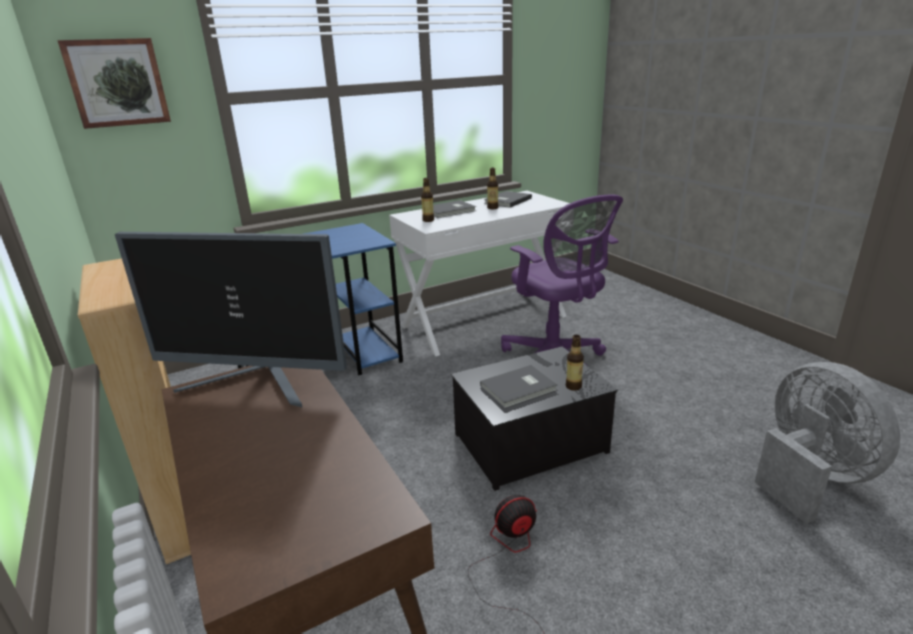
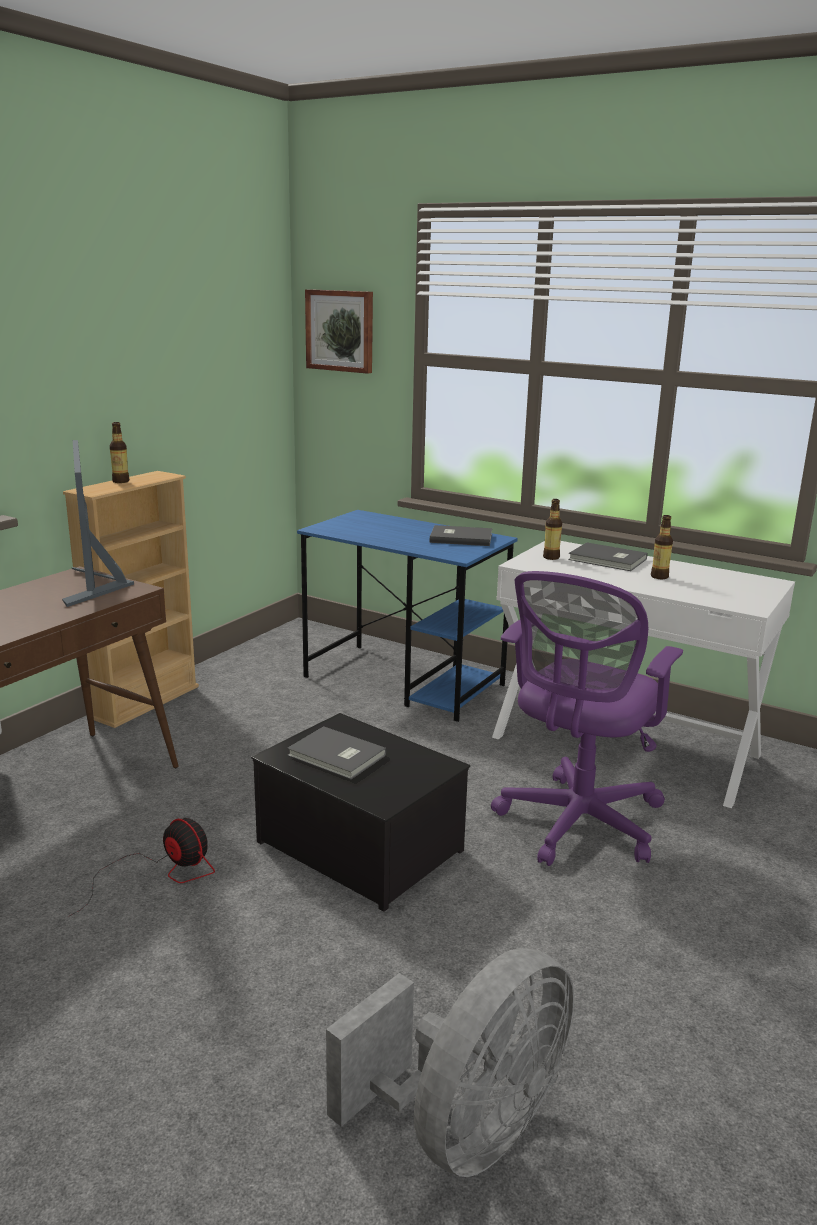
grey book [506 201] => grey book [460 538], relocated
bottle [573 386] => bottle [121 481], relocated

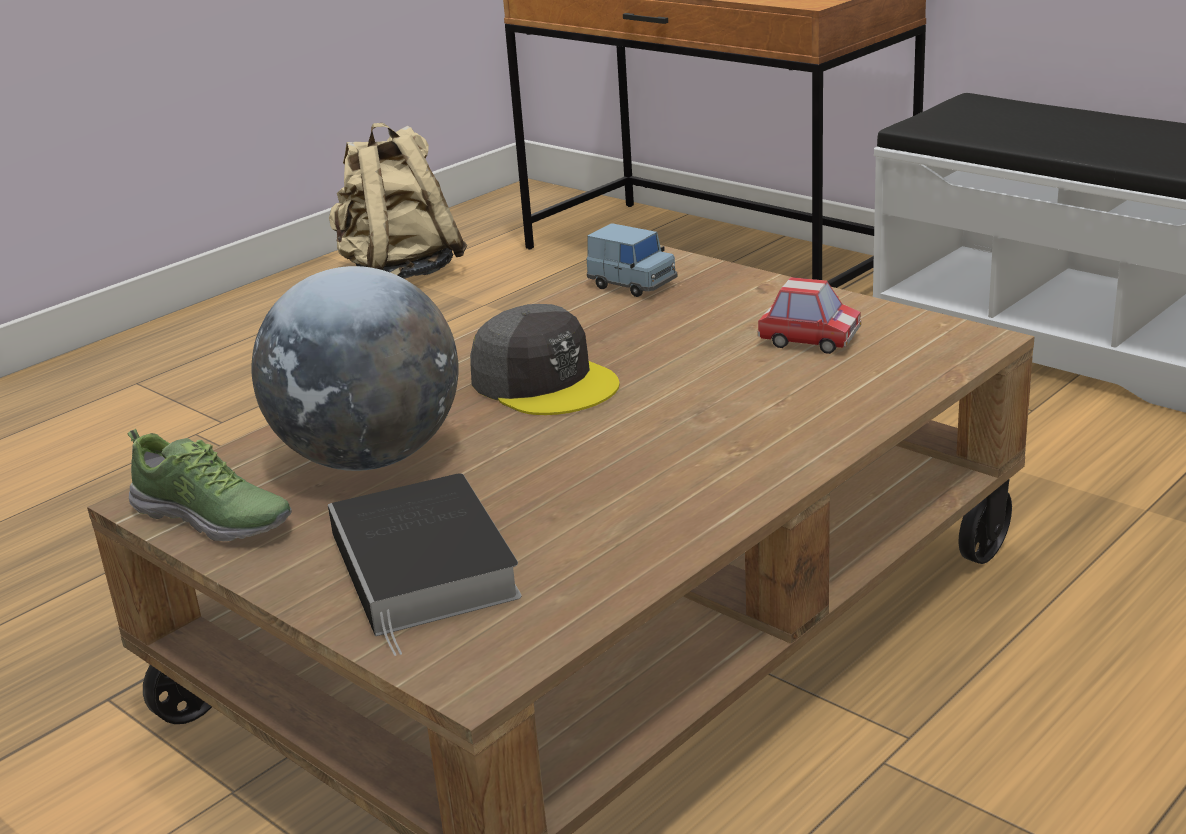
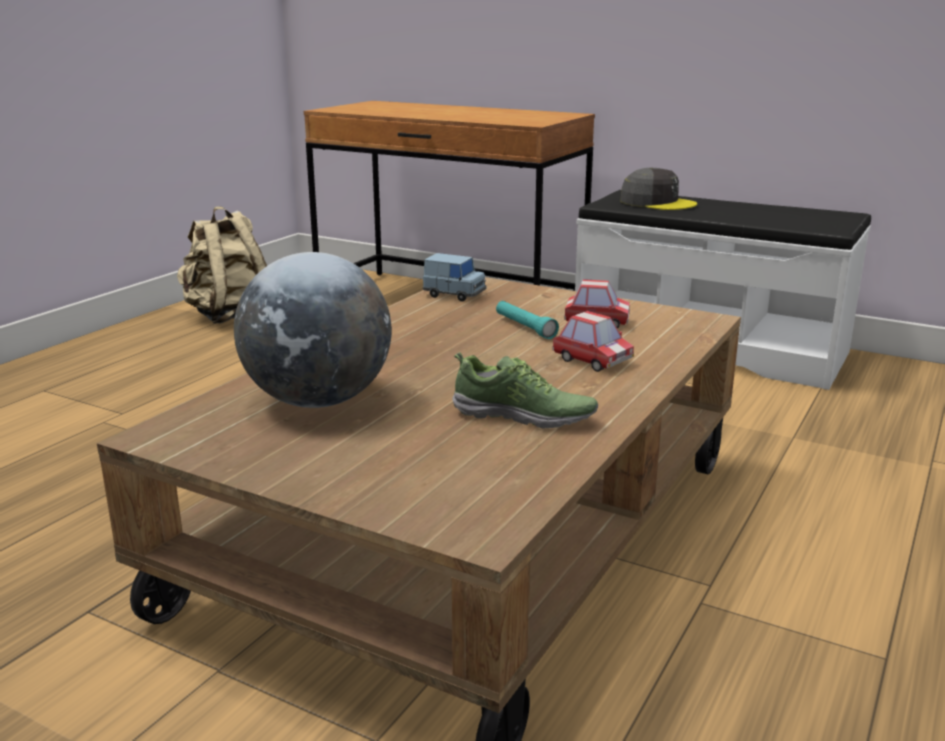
shoe [214 518] => shoe [524 416], relocated
book [427 568] => nothing
grey cap [544 382] => grey cap [657 203], relocated
nothing => turquoise flashlight [525 327]
nothing => toy car [592 360]

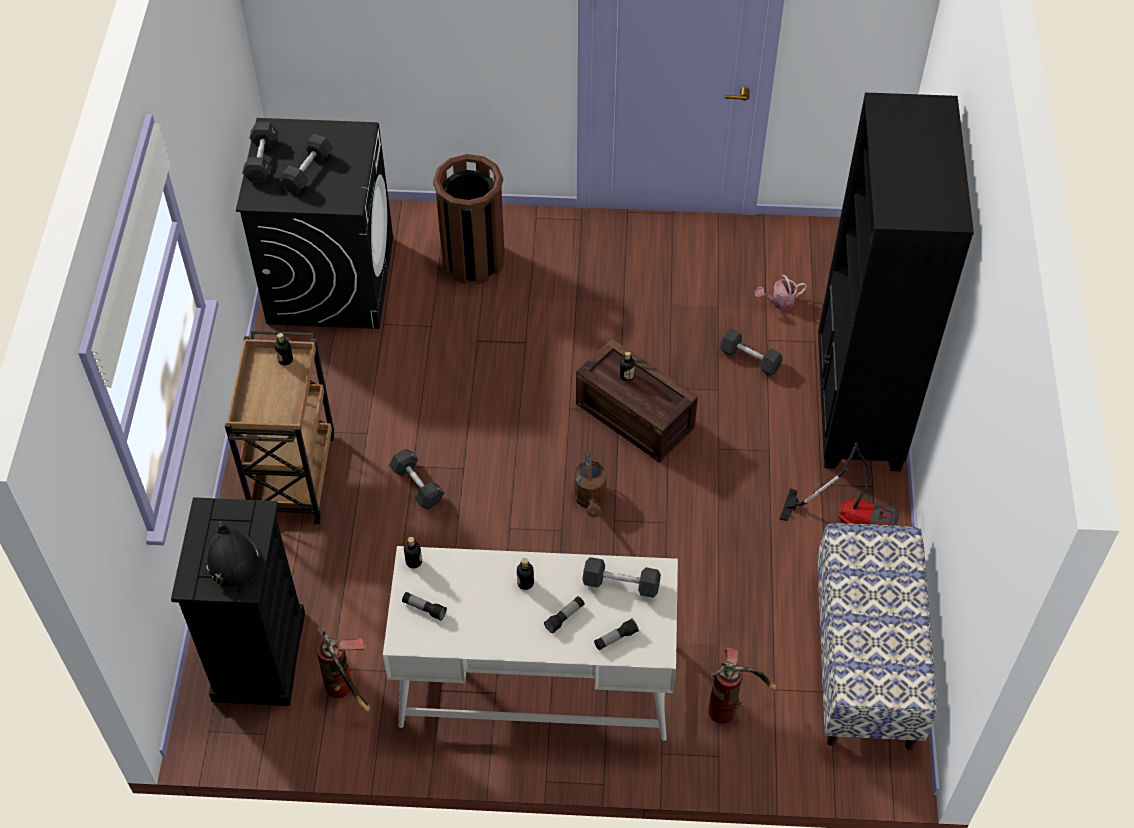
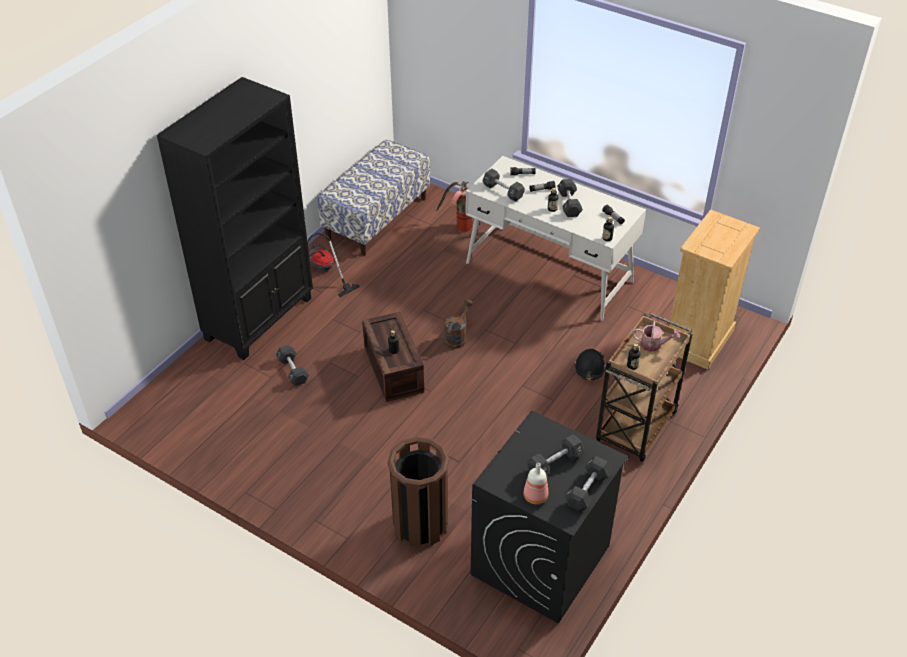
black dresser [259 656] => beige dresser [698 340]
black hard hat [232 561] => black hard hat [589 368], relocated
fire extinguisher [348 691] => nothing
black dumbbell [417 485] => black dumbbell [569 204], relocated
watering can [779 302] => watering can [653 345], relocated
nothing => bottle [536 496]

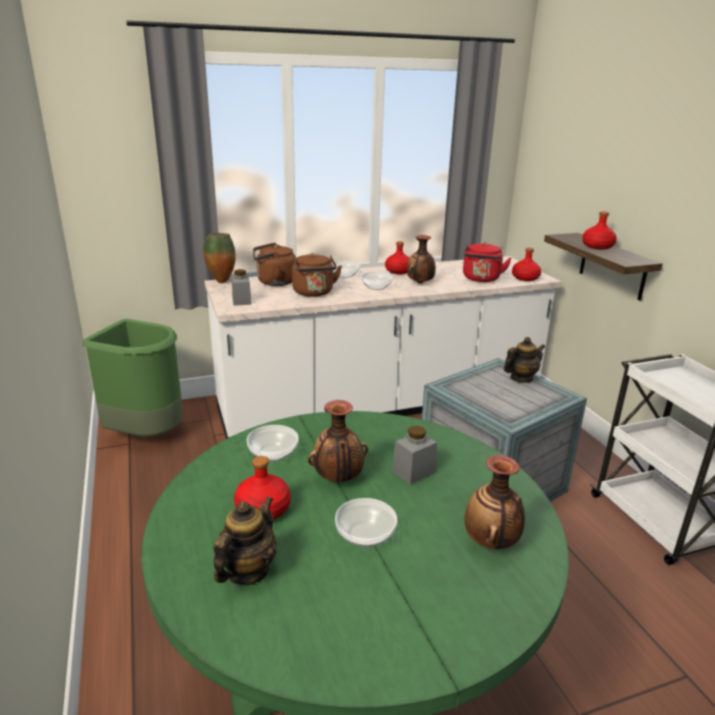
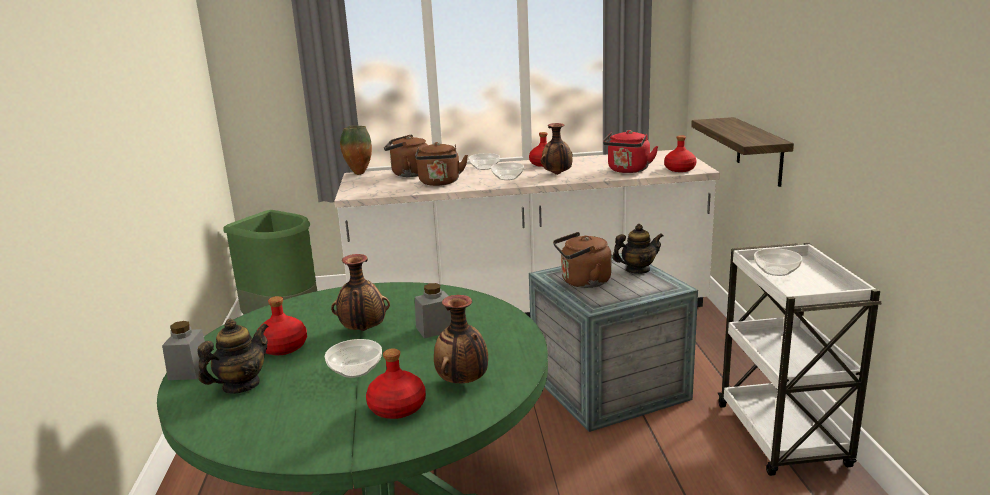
grey jar [241 301] => grey jar [189 370], relocated
bowl [273 453] => bowl [776 271], relocated
red bottle [597 246] => red bottle [397 407], relocated
nothing => brown kettle [582 282]

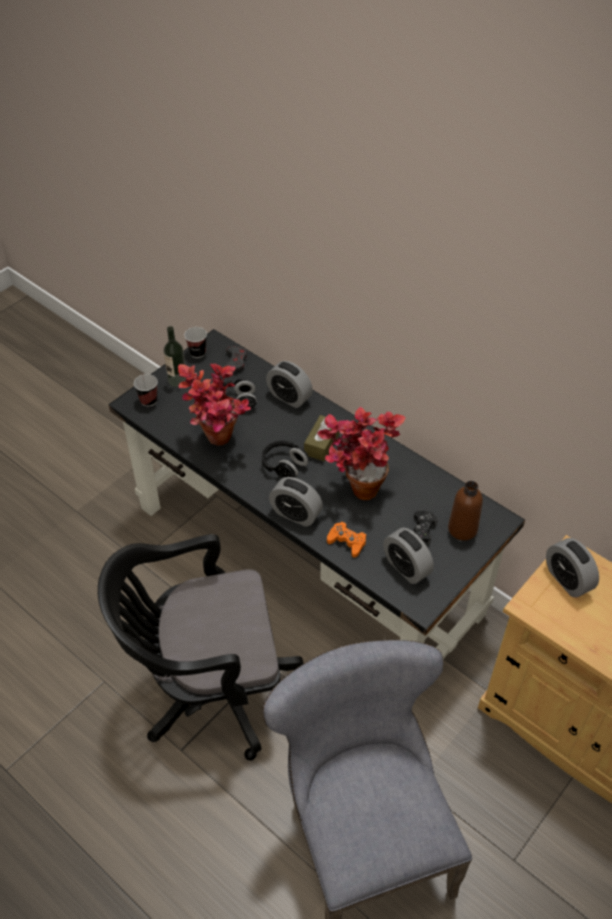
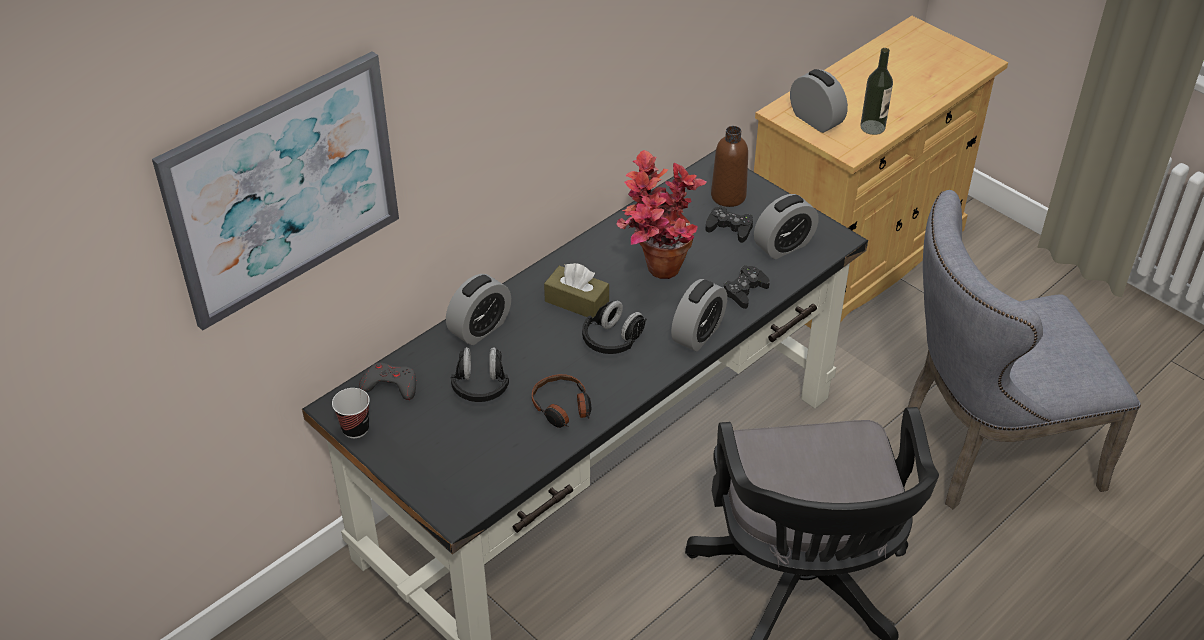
cup [148 400] => nothing
bottle [177 380] => bottle [872 127], relocated
potted plant [218 444] => headphones [562 408]
orange game controller [347 542] => black game controller [745 291]
alarm clock [567 579] => alarm clock [816 120], 105 degrees counterclockwise
nothing => picture [284 189]

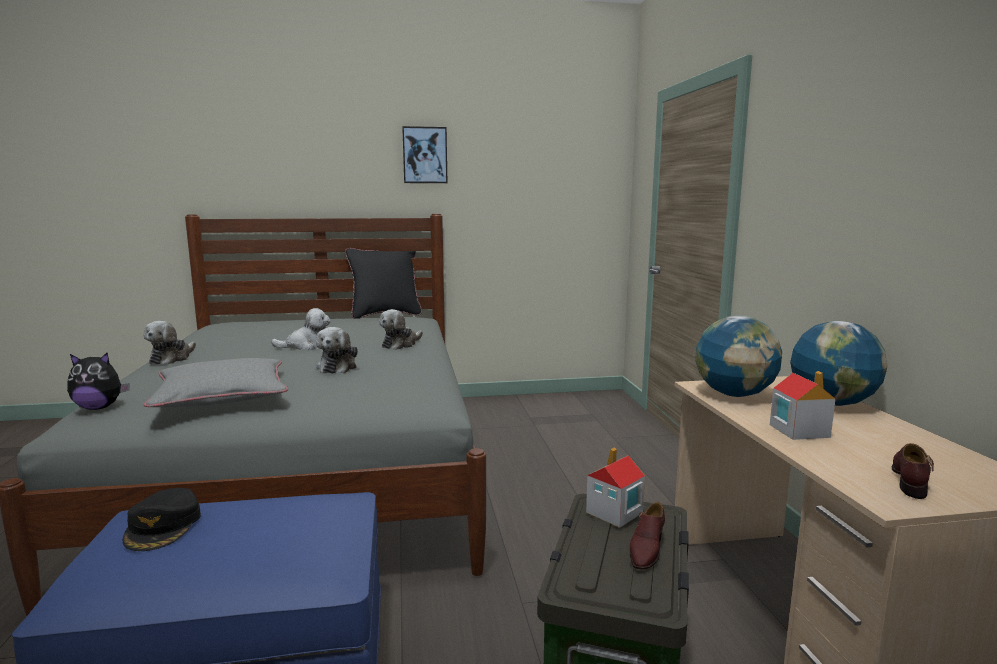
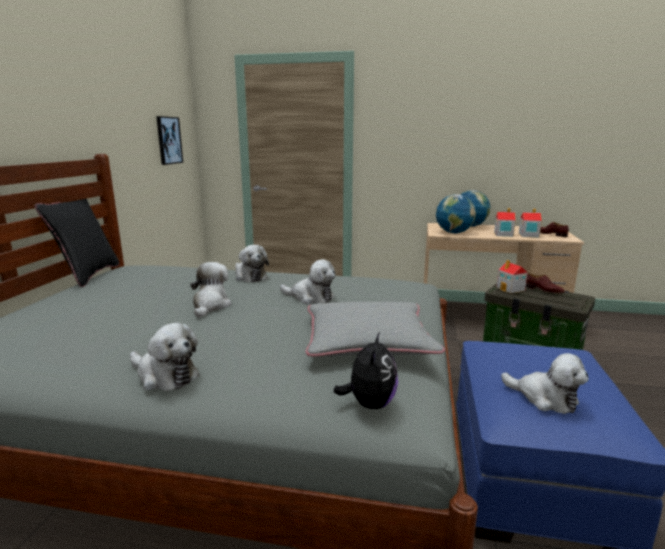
black cap [163 526] => plush toy [544 398]
picture [425 155] => picture [168 140], relocated
nothing => toy house [528 235]

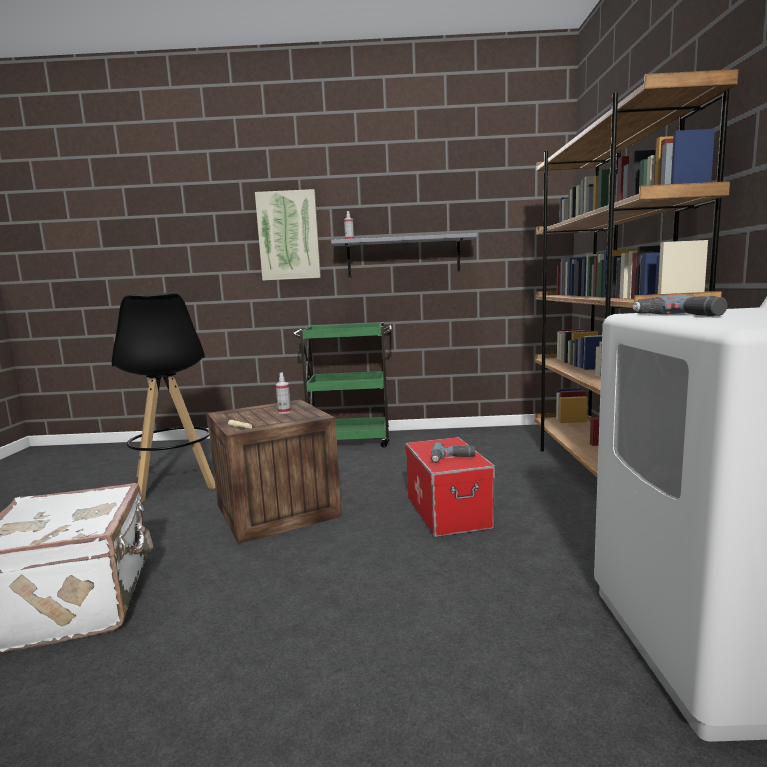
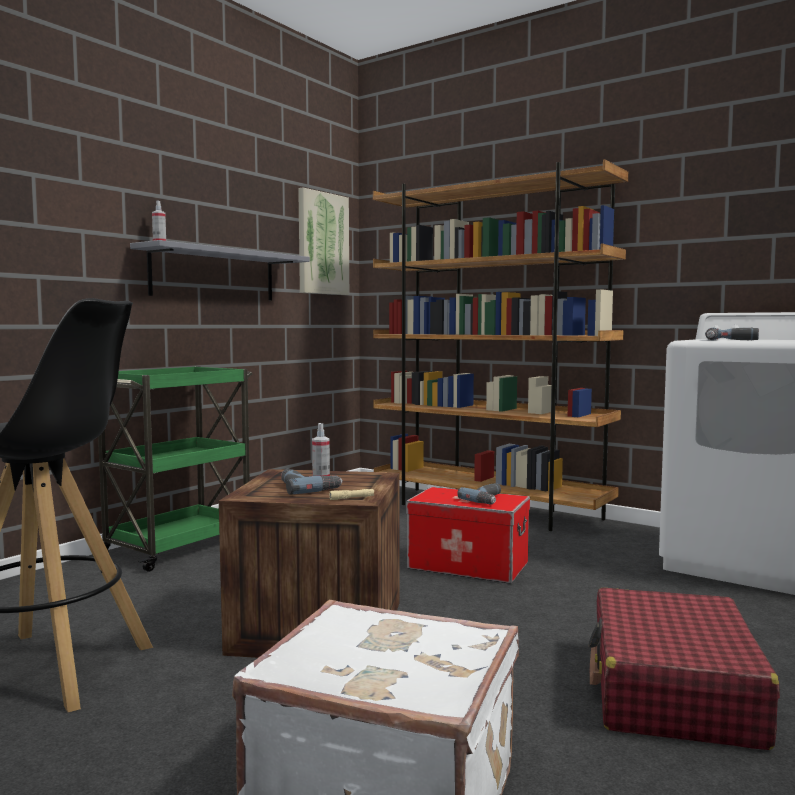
picture [288 236] => picture [322 244], relocated
nothing => power drill [307 487]
nothing => red suitcase [672 691]

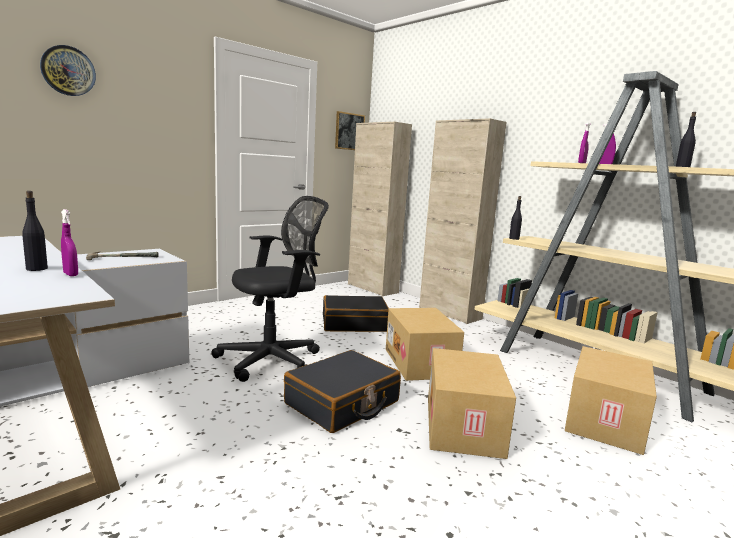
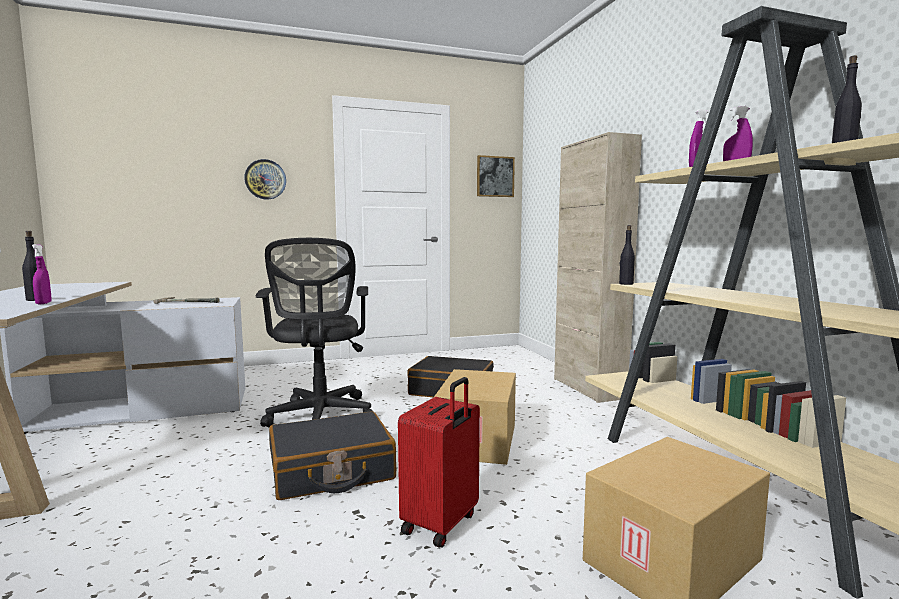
wall clock [68 71] => wall clock [265 179], relocated
black office chair [274 360] => black office chair [320 418], 90 degrees clockwise
beige cabinet [372 288] => nothing
cardboard box [465 426] => red suitcase [441 524]

